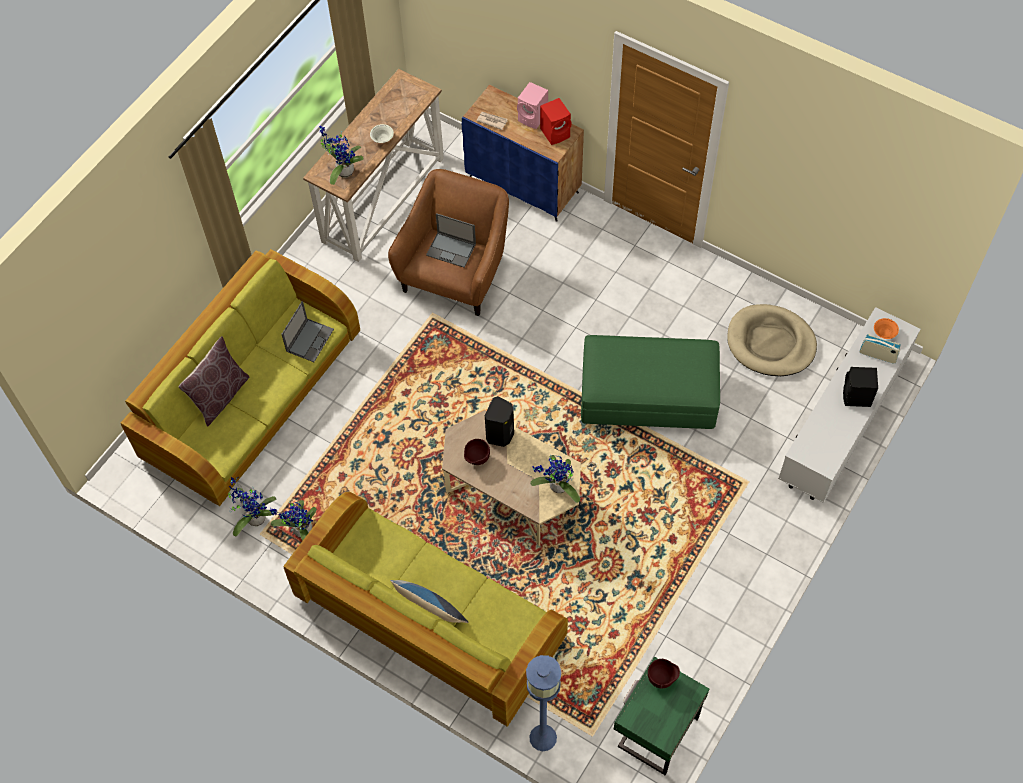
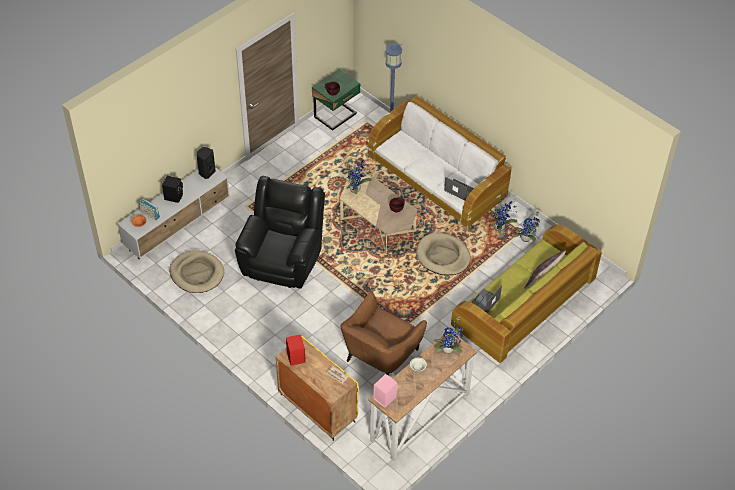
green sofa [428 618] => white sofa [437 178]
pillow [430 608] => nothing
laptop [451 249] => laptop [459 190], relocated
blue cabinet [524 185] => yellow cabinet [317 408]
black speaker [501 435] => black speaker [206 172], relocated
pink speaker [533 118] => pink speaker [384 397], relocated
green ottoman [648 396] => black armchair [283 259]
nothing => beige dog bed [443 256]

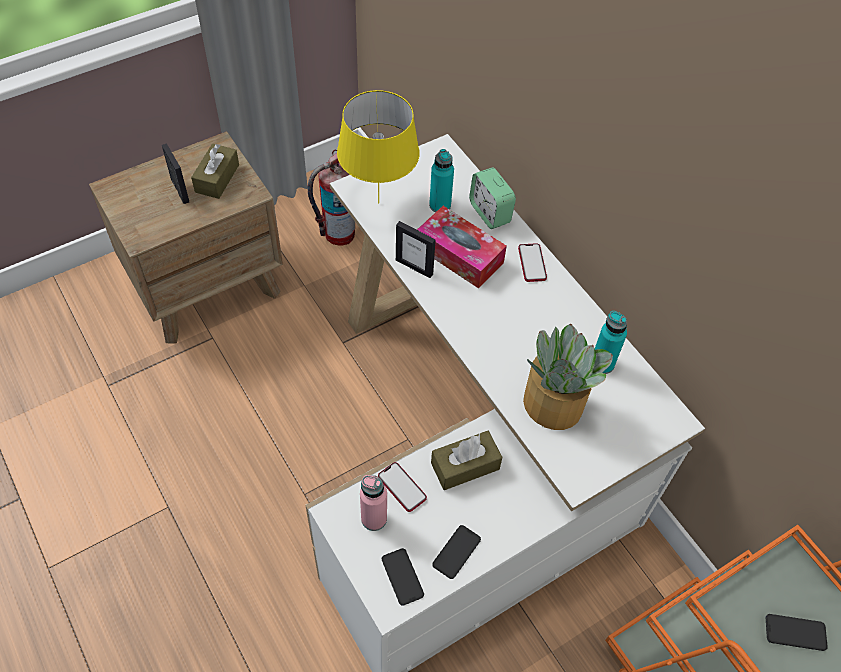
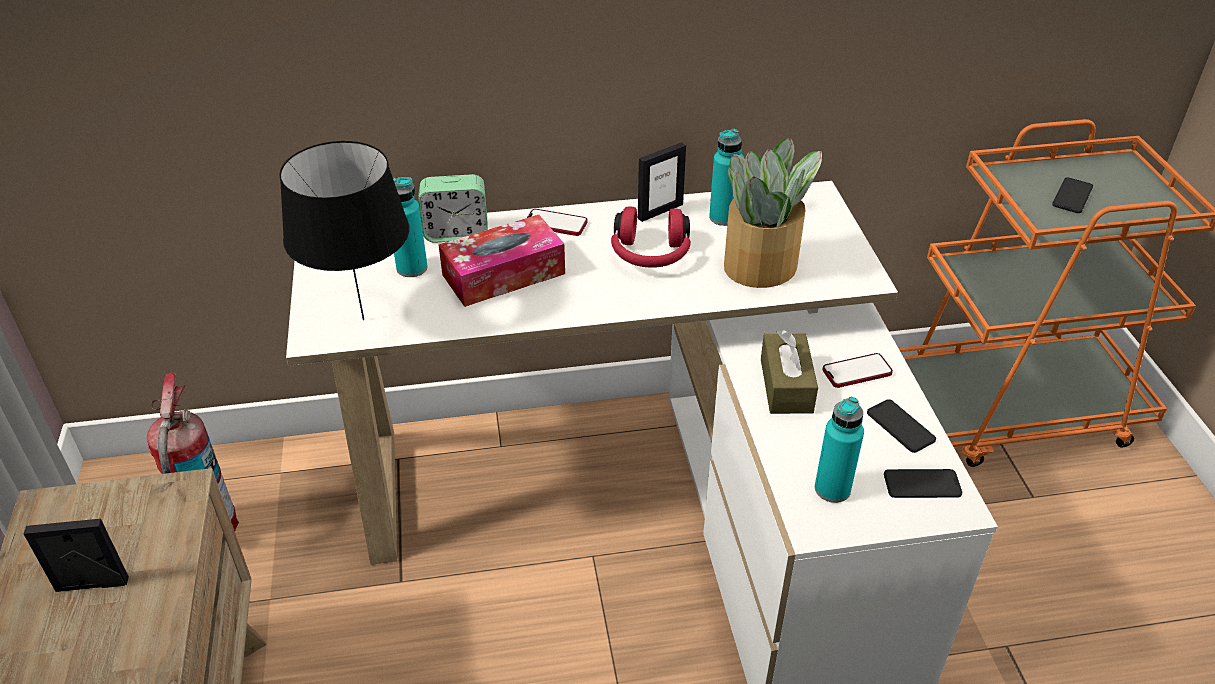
brown tissue box [217 178] => nothing
yellow table lamp [377 202] => black table lamp [362 320]
pink bottle [374 518] => turquoise bottle [832 489]
phone [402 487] => phone [857 372], relocated
picture frame [414 267] => picture frame [660 211], relocated
nothing => red headphones [650 255]

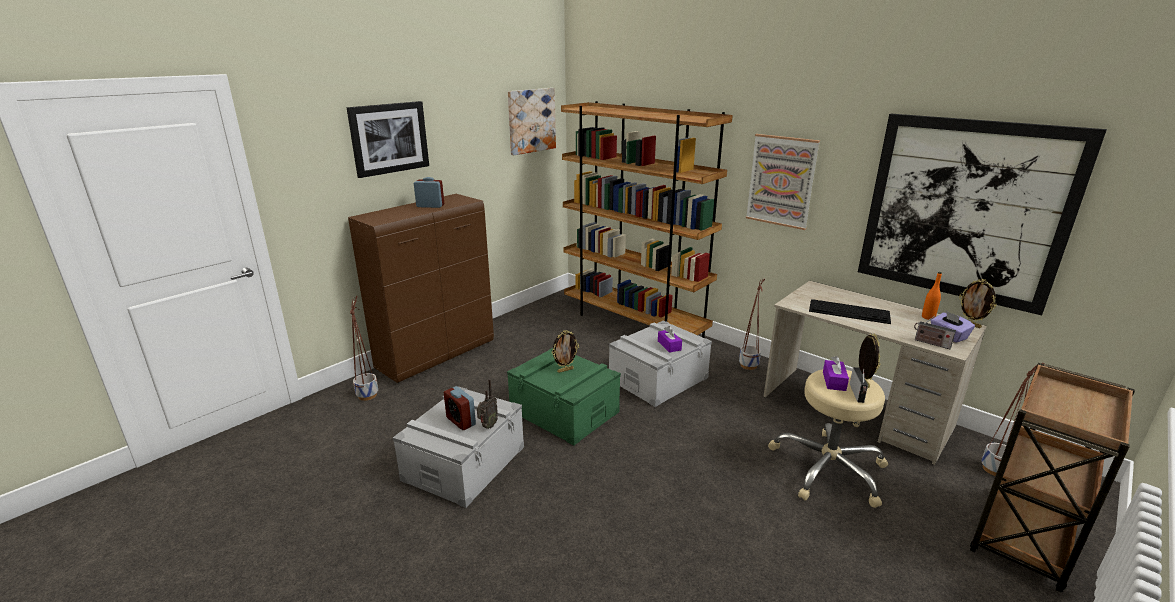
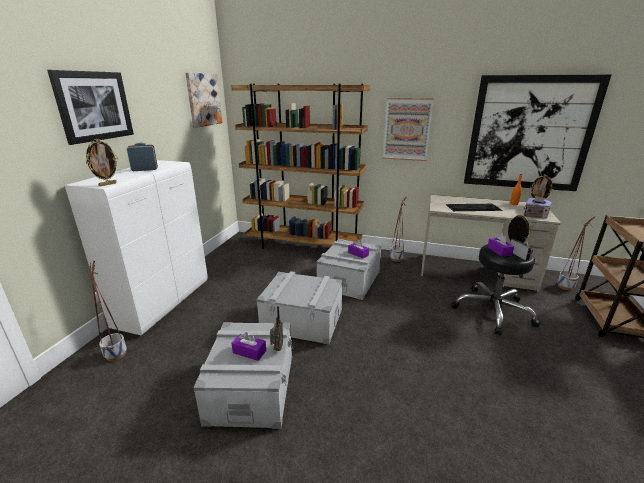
brown cabinet [437 355] => white cabinet [164 302]
alarm clock [461 421] => purple tissue box [249 352]
green storage box [564 411] => grey storage box [302 320]
picture frame [565 370] => picture frame [107 184], relocated
beige stool [829 469] => black stool [493 311]

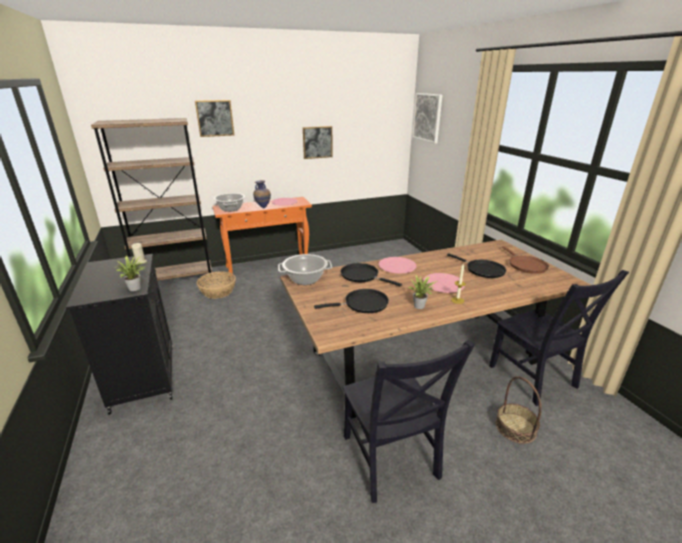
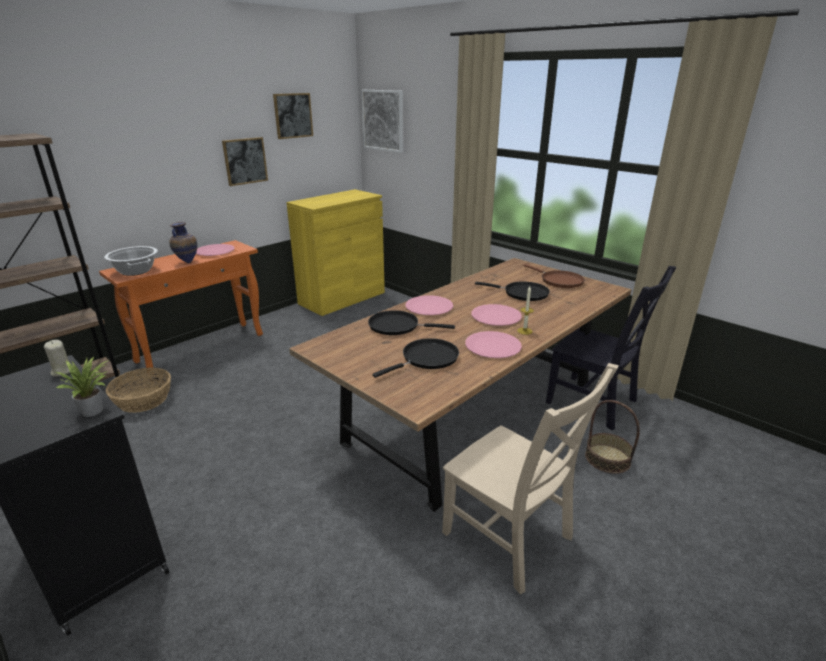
picture [215 118] => picture [293 115], relocated
cooking pot [305 279] => nothing
black chair [391 460] => beige chair [511 539]
potted plant [420 306] => pink plate [492 346]
nothing => yellow cabinet [342 298]

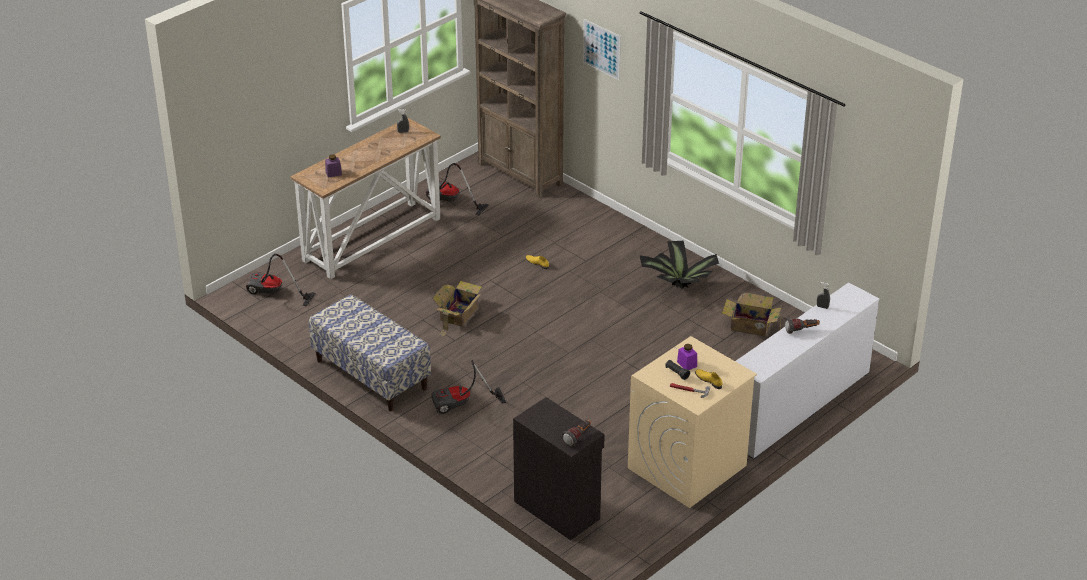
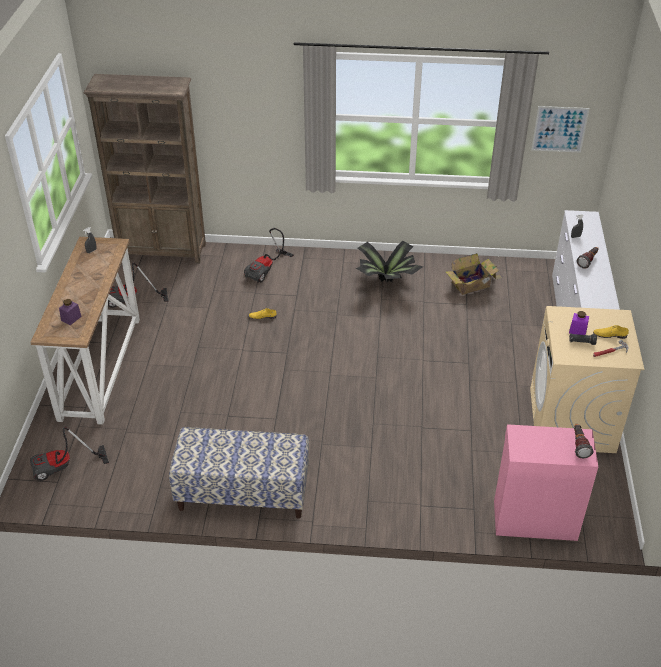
cardboard box [457 315] => nothing
vacuum cleaner [462 405] => vacuum cleaner [267 270], relocated
black cabinet [557 509] => pink cabinet [534 519]
picture [601 49] => picture [559 129], relocated

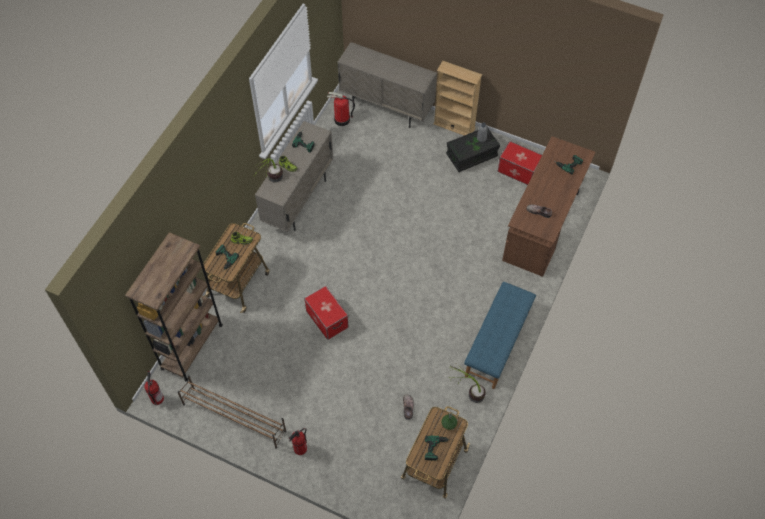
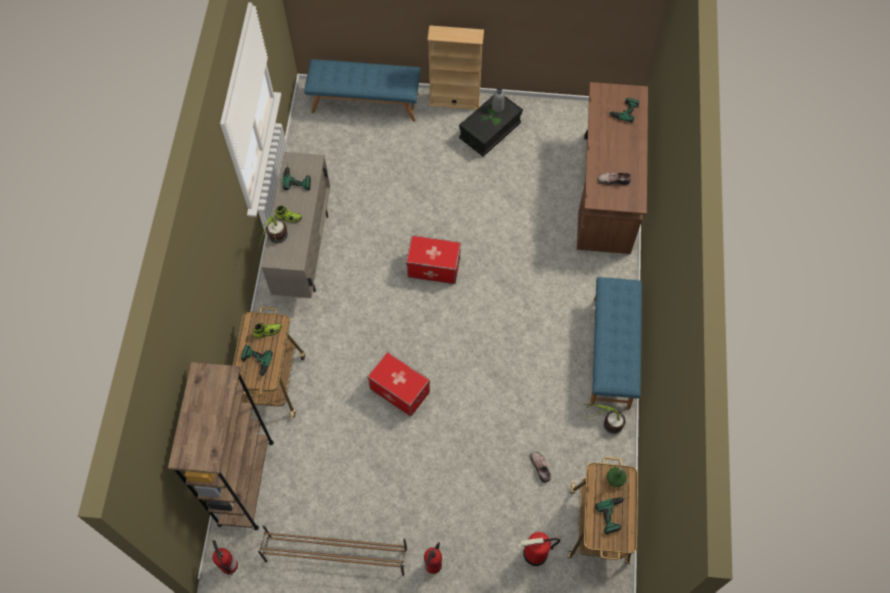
fire extinguisher [342 120] => fire extinguisher [535 554], relocated
beige cabinet [386 108] => blue bench [365 102]
storage box [518 170] => storage box [434 267], relocated

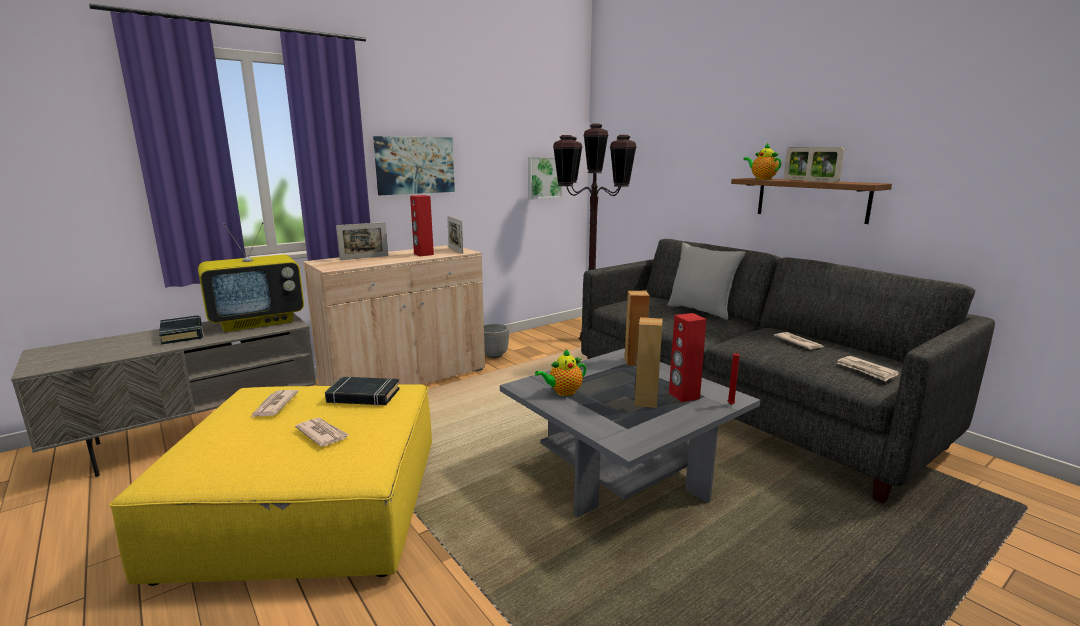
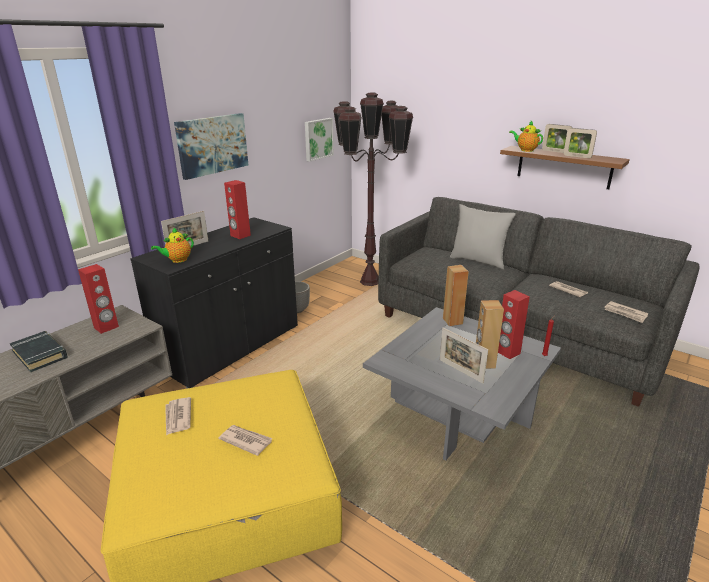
television [258 322] => red speaker [106 327]
beige cabinet [405 378] => black cabinet [231 347]
black book [363 396] => nothing
picture frame [455 250] => picture frame [460 371], relocated
teapot [563 392] => teapot [177 260], relocated

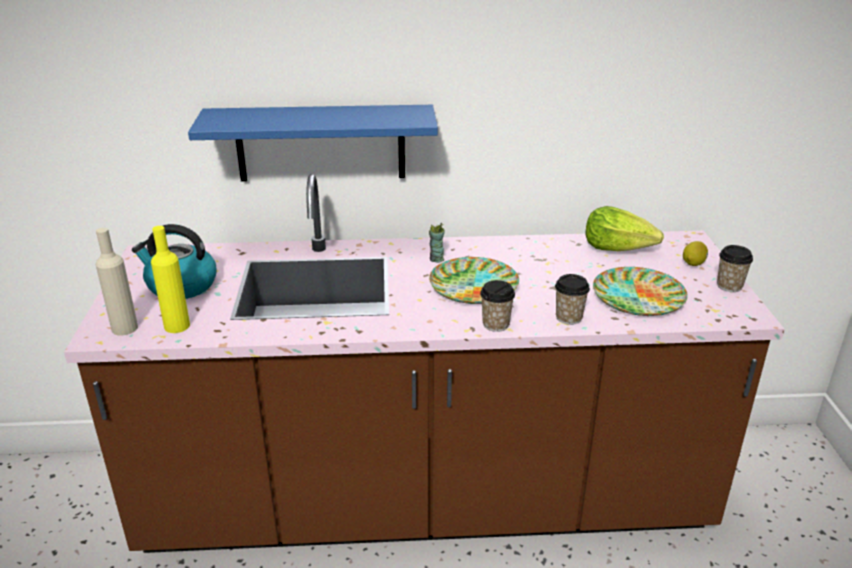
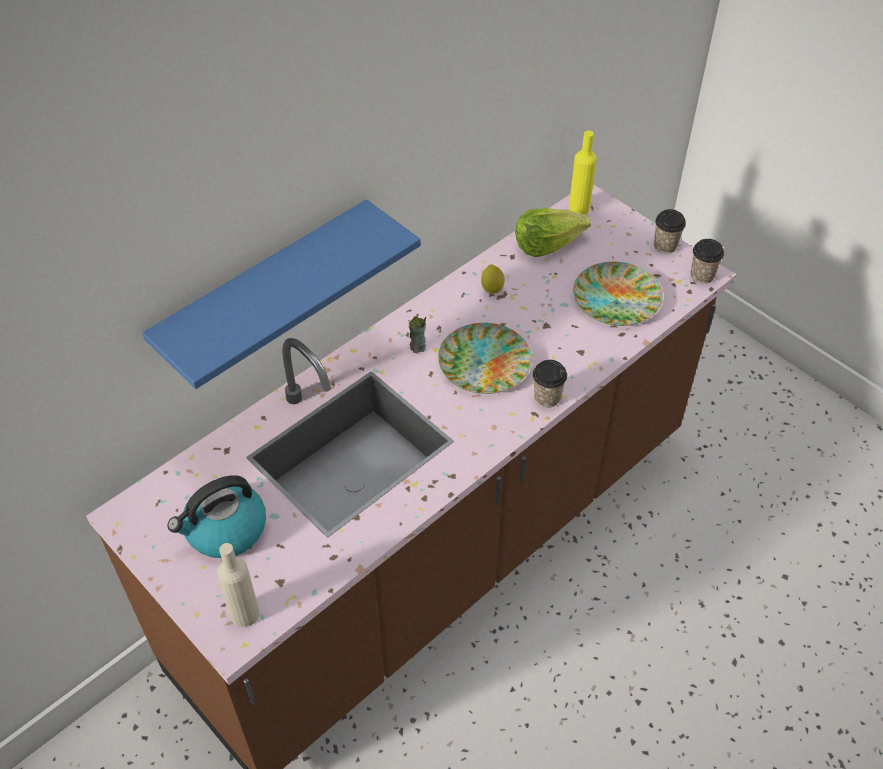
yellow bottle [177 326] => yellow bottle [579 208], relocated
cup [568 317] => cup [702 275], relocated
lemon [693 263] => lemon [492 287], relocated

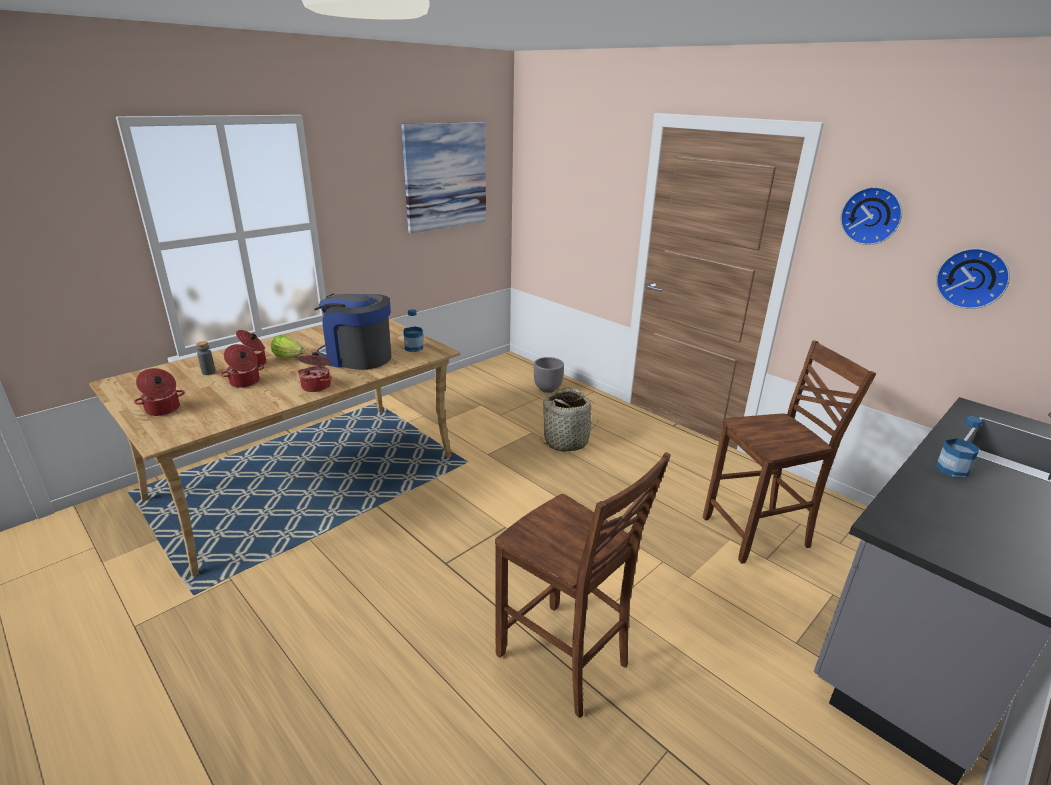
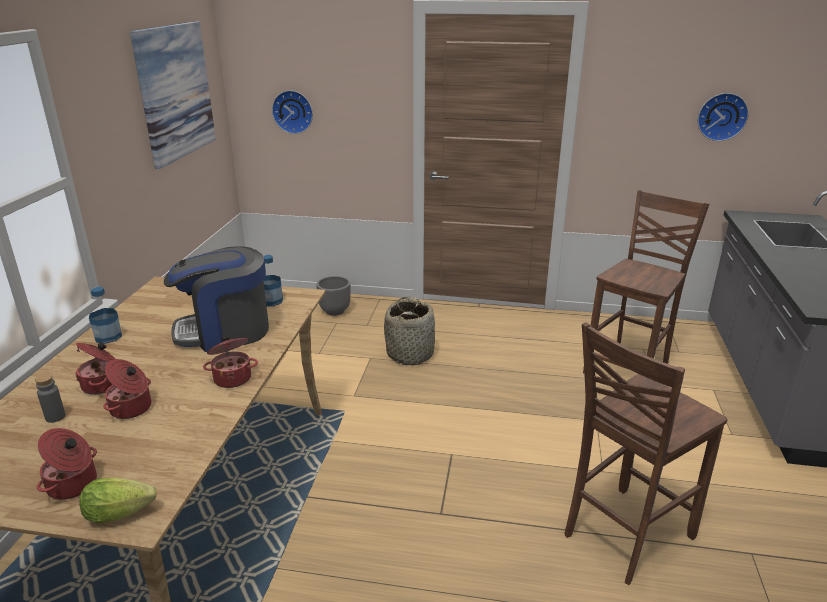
lettuce [290 357] => lettuce [123 513], relocated
brown chair [564 661] => brown chair [624 535], 135 degrees clockwise
wall clock [872 215] => wall clock [293 111], relocated
bottle [952 470] => bottle [108 337], relocated

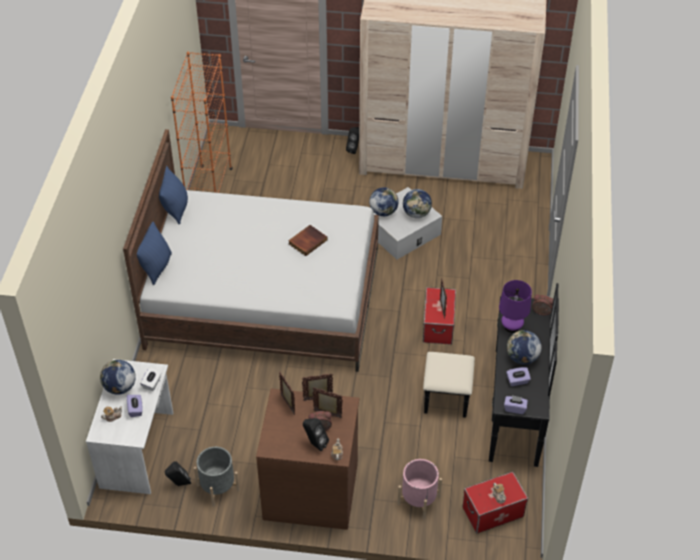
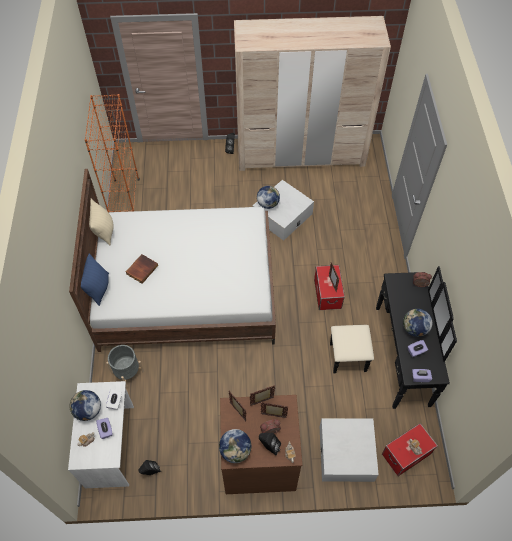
blue pillow [175 209] => beige pillow [104 231]
grey planter [218 487] => grey planter [127 372], relocated
book [307 241] => book [141 269], relocated
pink planter [418 500] => white storage box [346 453]
globe [416 214] => globe [235 450], relocated
purple table lamp [511 326] => nothing

